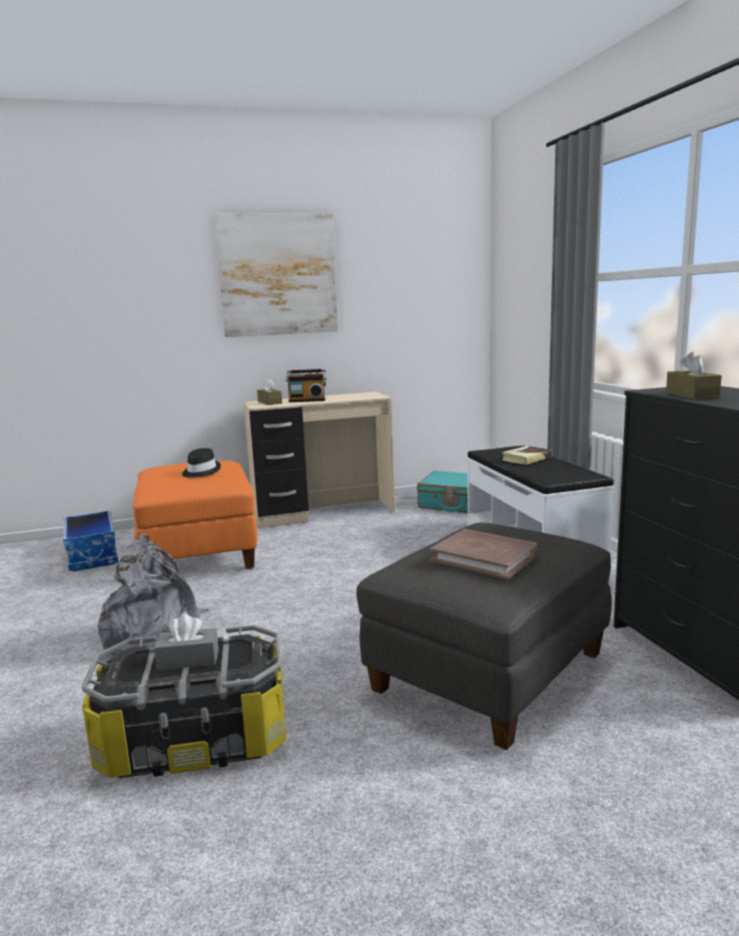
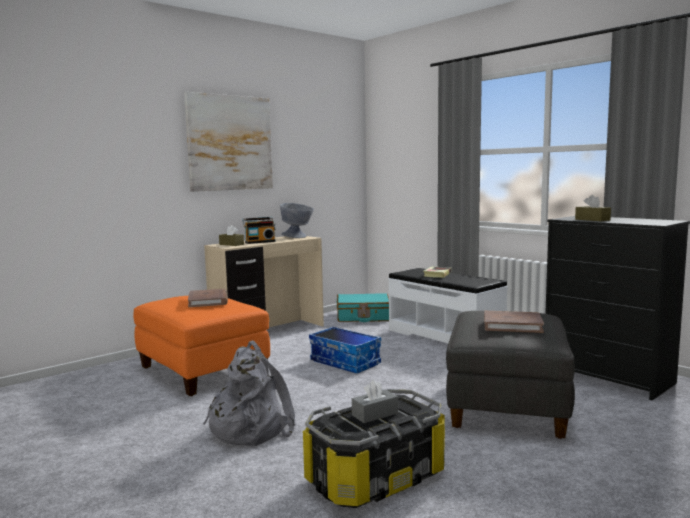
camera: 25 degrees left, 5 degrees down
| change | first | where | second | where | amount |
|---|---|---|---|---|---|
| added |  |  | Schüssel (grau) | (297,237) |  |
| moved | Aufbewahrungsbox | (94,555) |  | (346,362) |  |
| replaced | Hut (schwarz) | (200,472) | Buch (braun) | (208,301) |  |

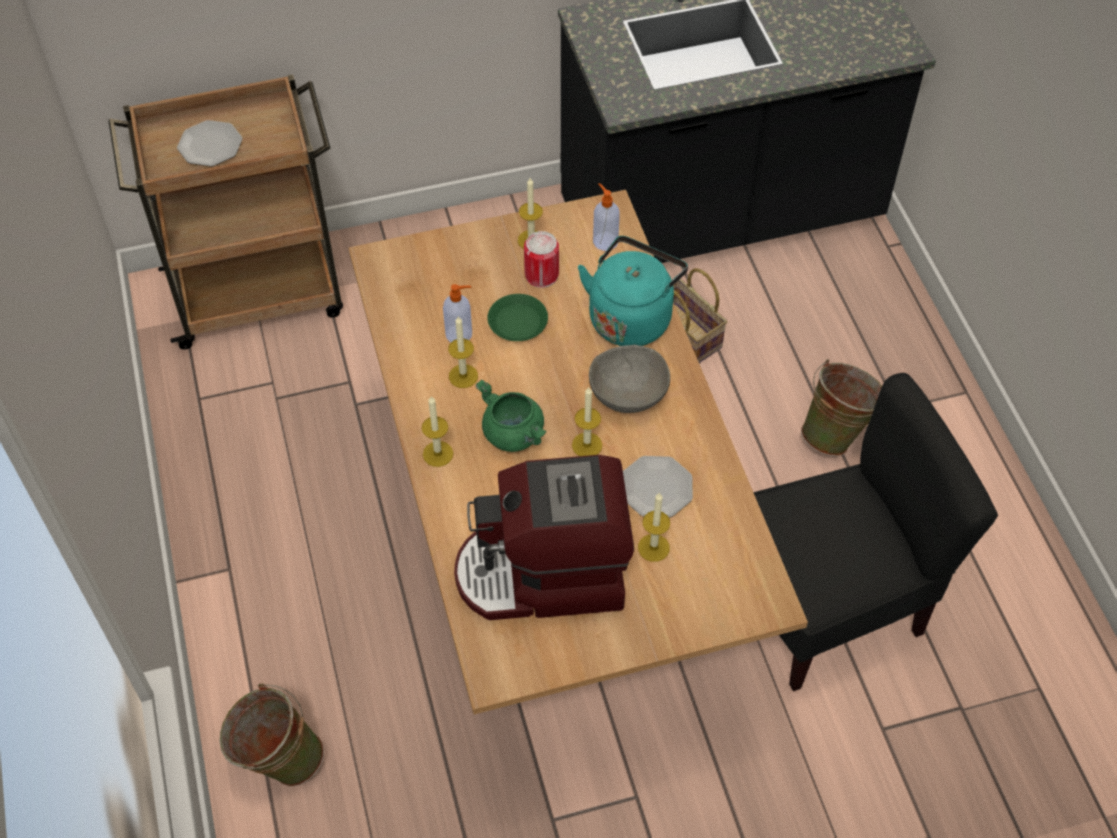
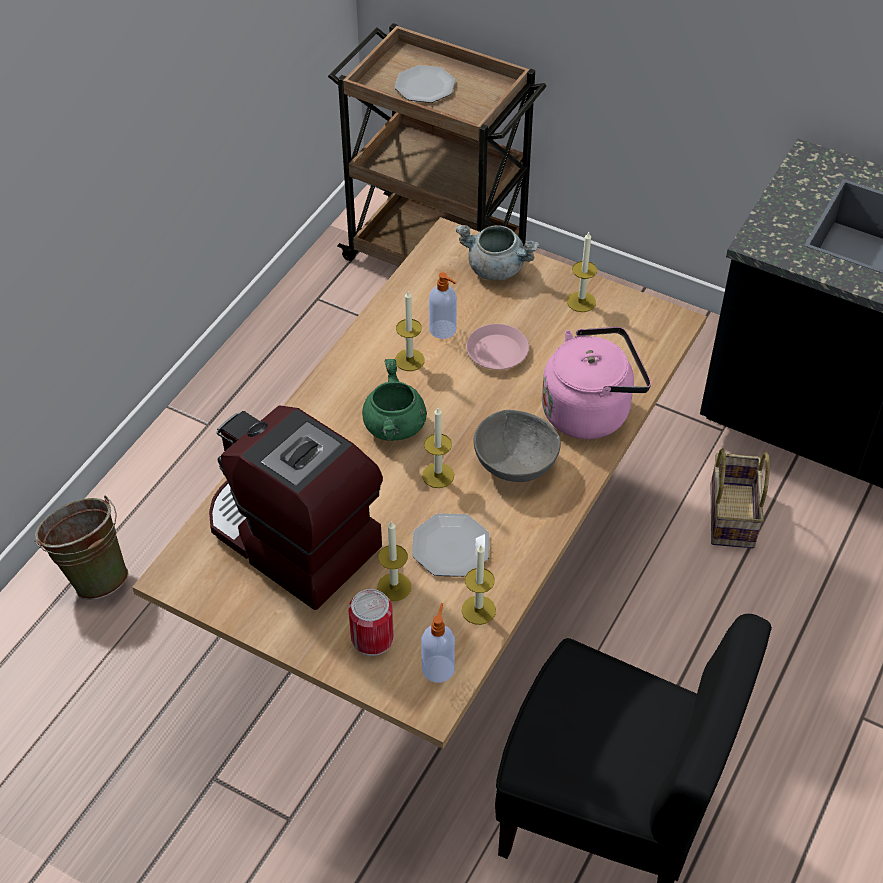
camera: 45 degrees right, 5 degrees down
| change | first | where | second | where | amount |
|---|---|---|---|---|---|
| removed | Eimer (grün) | (836,434) |  |  |  |
| added |  |  | Kochtopf (grau) | (496,268) |  |
| moved | Kerze | (438,454) |  | (478,610) |  |
| moved | Dose | (541,275) |  | (372,638) |  |
| moved | Seifenspender | (604,241) |  | (438,667) |  |
| recoloured | Teller (grün) | (518,322) | Teller (rosa) | (497,352) |  |
| recoloured | Wasserkessel (türkis) | (631,316) | Wasserkessel (rosa) | (590,410) |  |

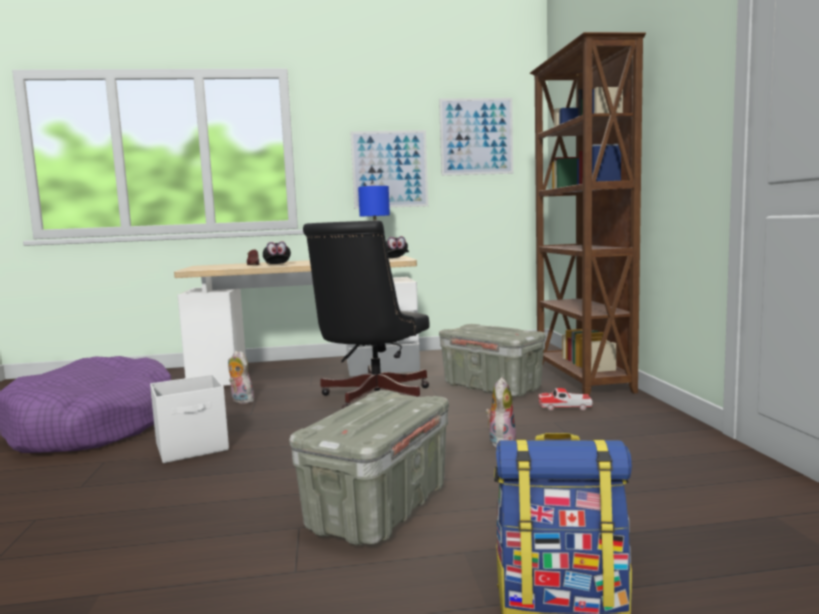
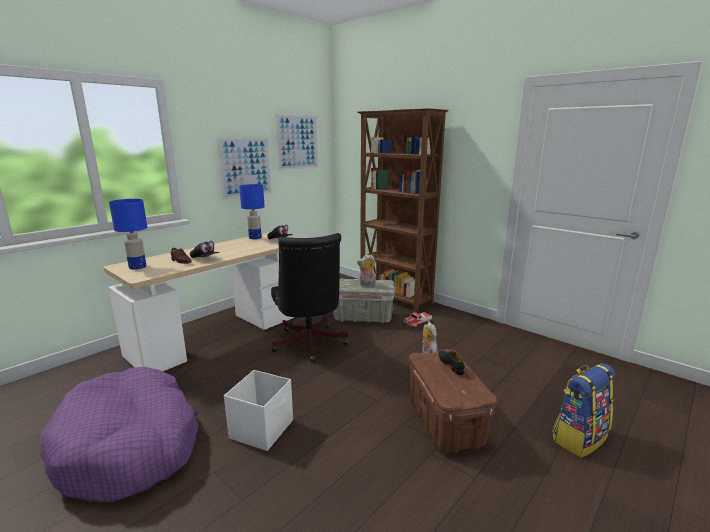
camera: 40 degrees left, 10 degrees up
| change | first | where | second | where | amount |
|---|---|---|---|---|---|
| added |  |  | Tischlampe (blau) | (138,267) |  |
| added |  |  | Schuh (schwarz) | (450,365) |  |
| moved | Plüschtier | (240,401) |  | (367,285) |  |
| recoloured | Aufbewahrungsbox (grau) | (379,509) | Aufbewahrungsbox (braun) | (446,422) |  |

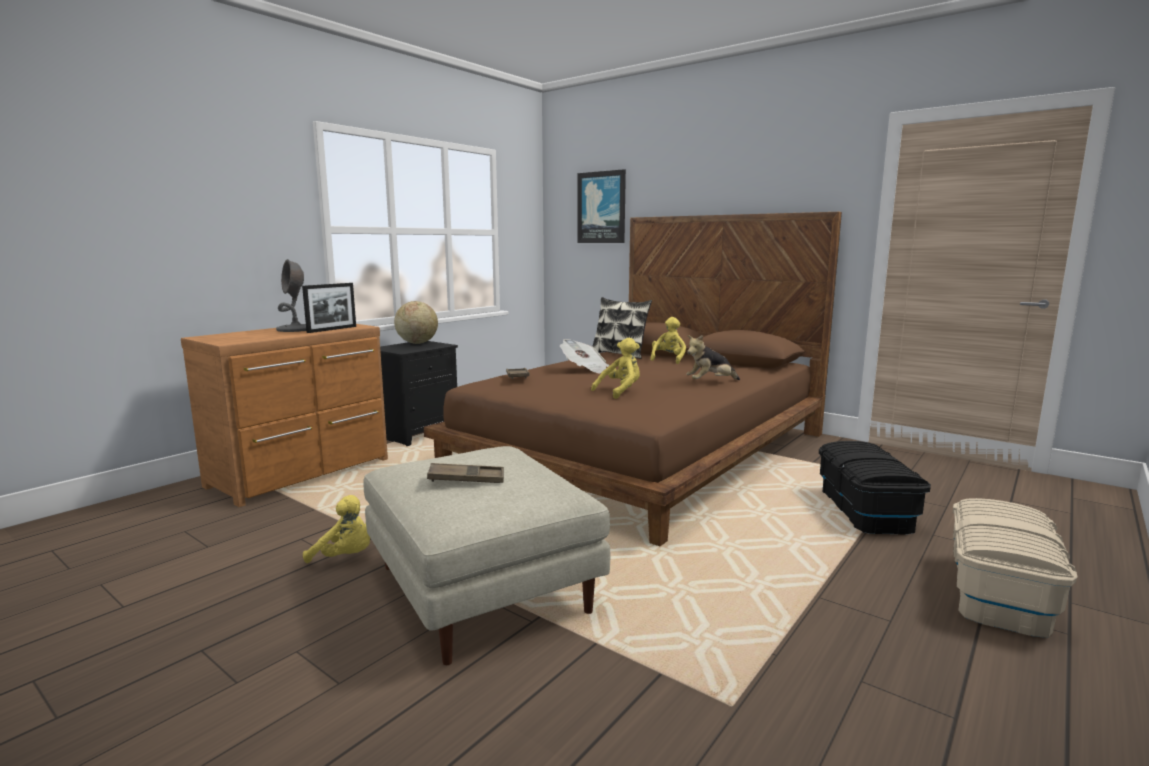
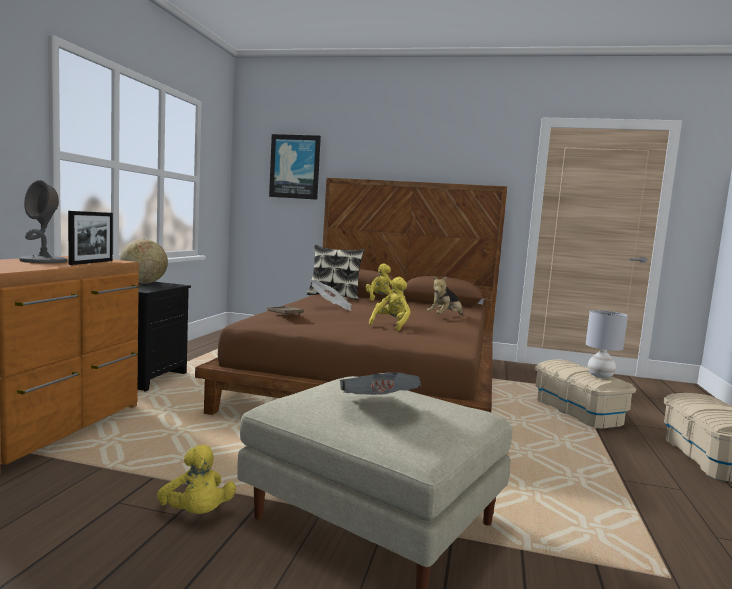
camera: 25 degrees left, 5 degrees down
| change | first | where | second | where | amount |
|---|---|---|---|---|---|
| added |  |  | Tischlampe (grau) | (599,376) |  |
| replaced | Tablett (braun) | (466,479) | Zeitung | (378,407) |  |
| recoloured | Aufbewahrungsbox (schwarz) | (864,510) | Aufbewahrungsbox (beige) | (577,412) |  |
| turned | Plüschtier (gelb) | (346,557) |  | (197,514) | 60 degrees clockwise |

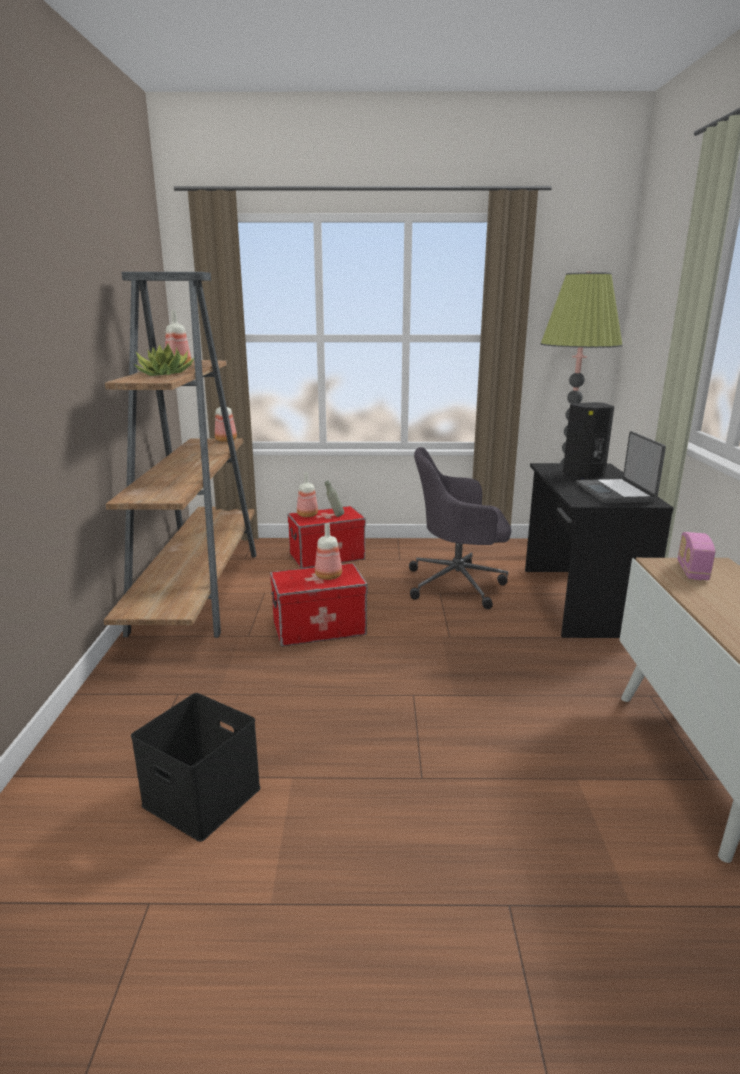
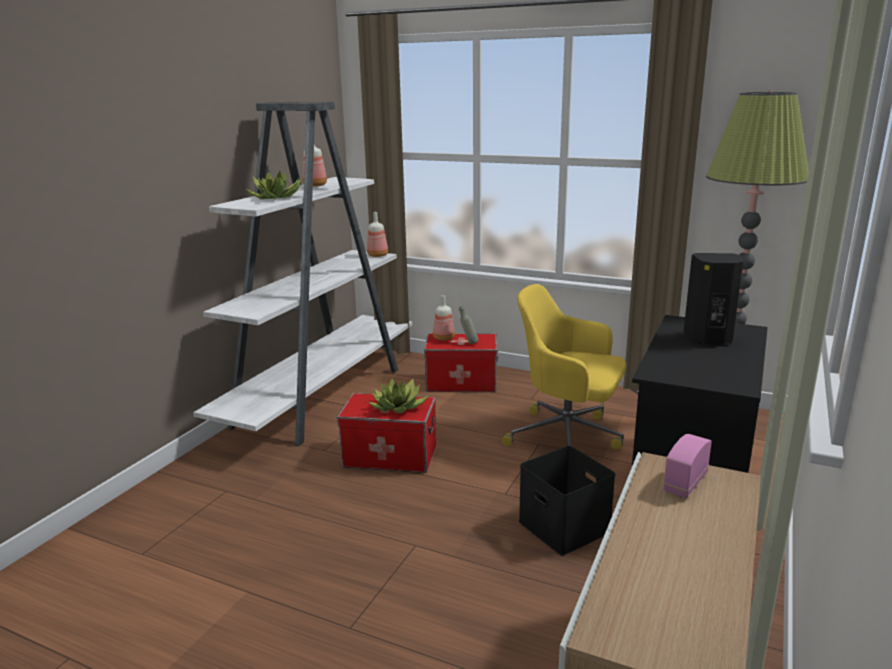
camera: 25 degrees right, 0 degrees up
| change | first | where | second | where | amount |
|---|---|---|---|---|---|
| removed | Laptop | (616,493) |  |  |  |
| moved | Aufbewahrungsbox (schwarz) | (205,796) |  | (566,526) |  |
| replaced | Flasche | (329,576) | Topfpflanze | (399,407) |  |
| recoloured | Bücherregal (braun) | (199,589) | Bücherregal (weiß) | (321,396) |  |
| recoloured | Bürostuhl (grau) | (458,584) | Bürostuhl (gelb) | (567,438) |  |

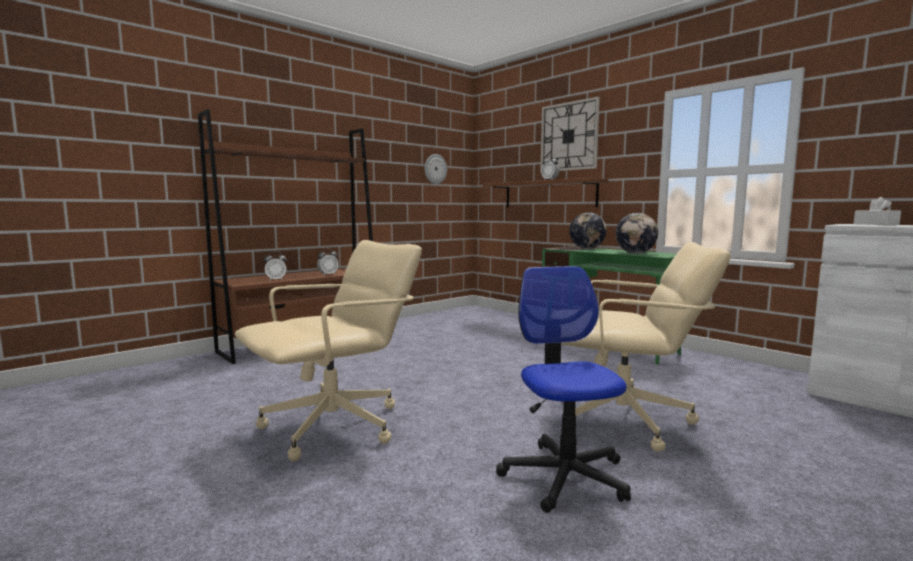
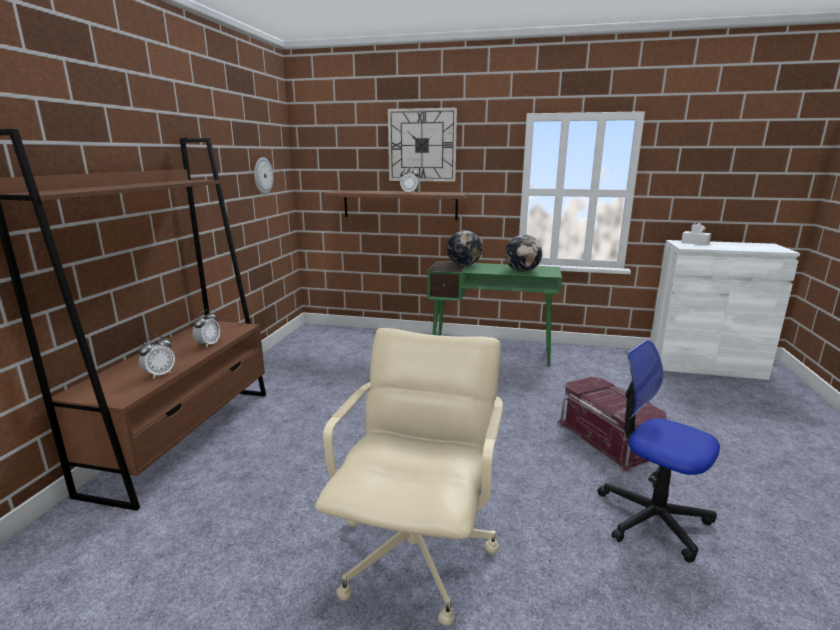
camera: 35 degrees left, 10 degrees up
| change | first | where | second | where | amount |
|---|---|---|---|---|---|
| replaced | Bürostuhl (beige) | (624,421) | Aufbewahrungsbox (rot) | (608,439) |  |

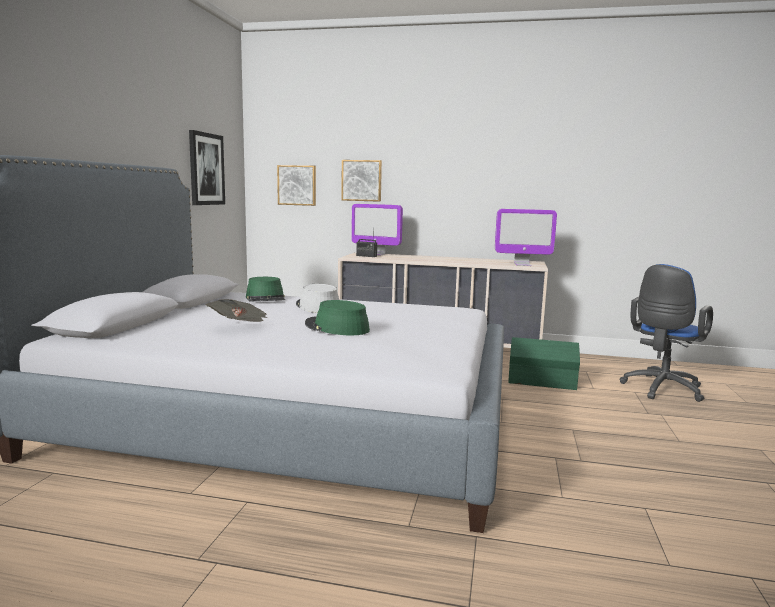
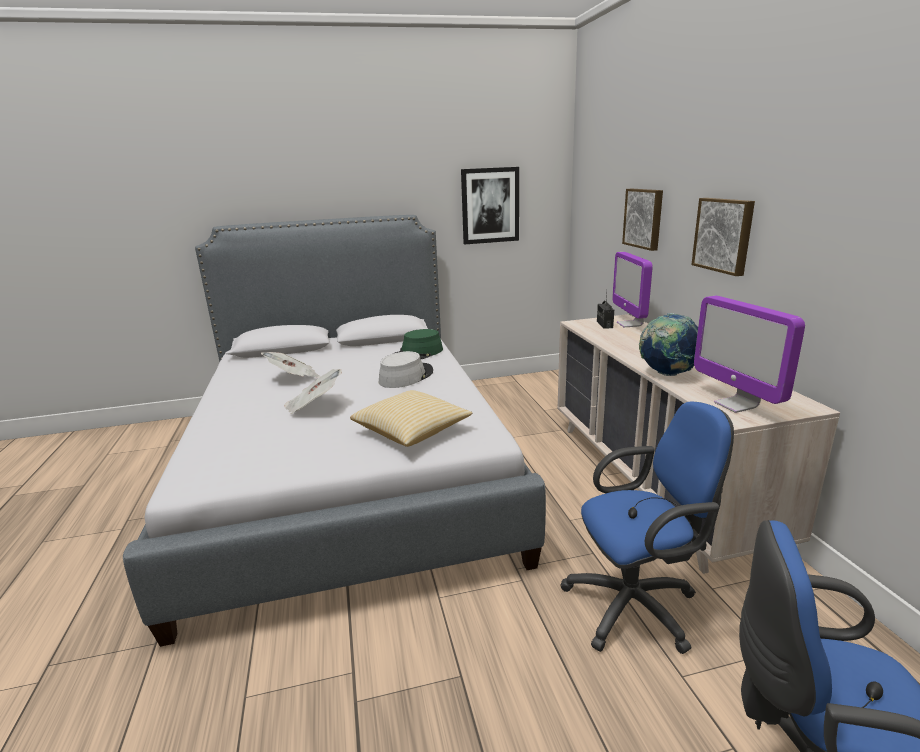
camera: 65 degrees right, 10 degrees up
| change | first | where | second | where | amount |
|---|---|---|---|---|---|
| added |  |  | Kissen | (412,431) |  |
| added |  |  | Globus | (667,374) |  |
| moved | Bild | (297,185) |  | (724,235) |  |
| replaced | Hut (grün) | (336,327) | Zeitung | (314,406) |  |
| replaced | Aufbewahrungsbox (grün) | (542,382) | Bürostuhl (blau) | (637,605) |  |

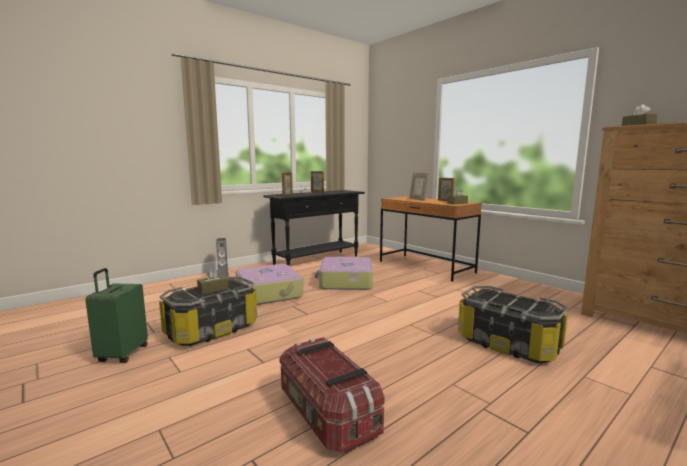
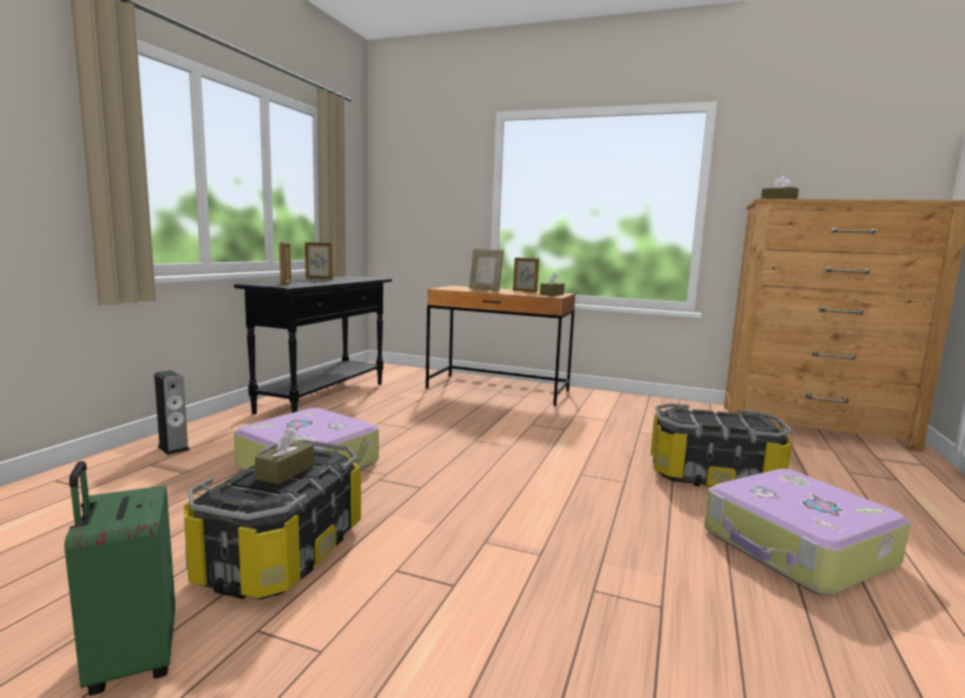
camera: 30 degrees left, 0 degrees up
| change | first | where | second | where | amount |
|---|---|---|---|---|---|
| removed | Aufbewahrungsbox | (326,414) |  |  |  |
| moved | Koffer | (345,282) |  | (797,548) |  |

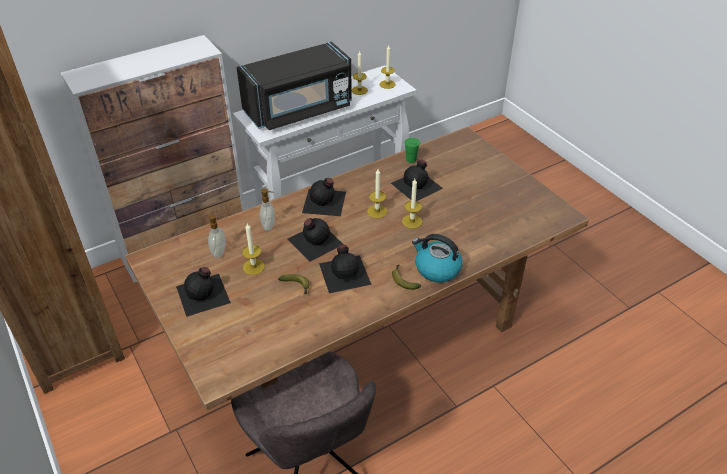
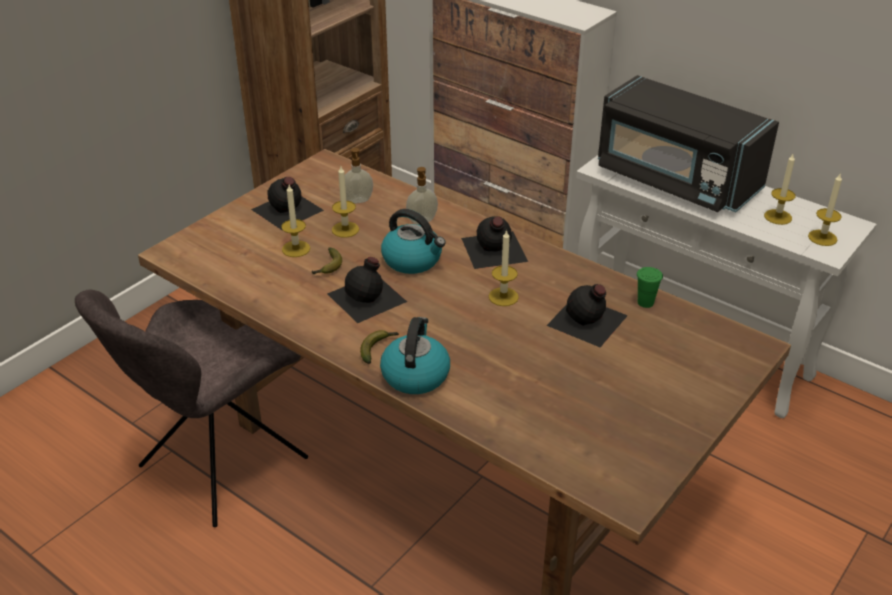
camera: 70 degrees right, 5 degrees down
| change | first | where | second | where | amount |
|---|---|---|---|---|---|
| moved | Kerze | (412,221) |  | (296,249) |  |
| replaced | Flasche (schwarz) | (314,241) | Wasserkessel | (413,260) |  |

